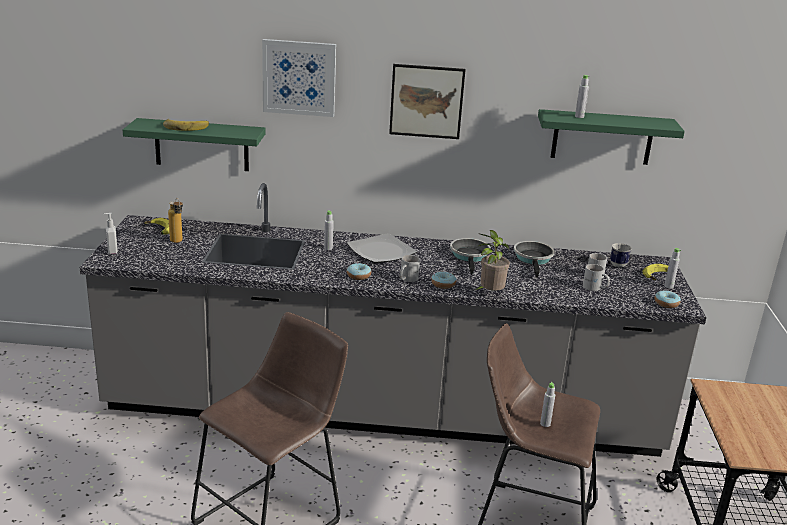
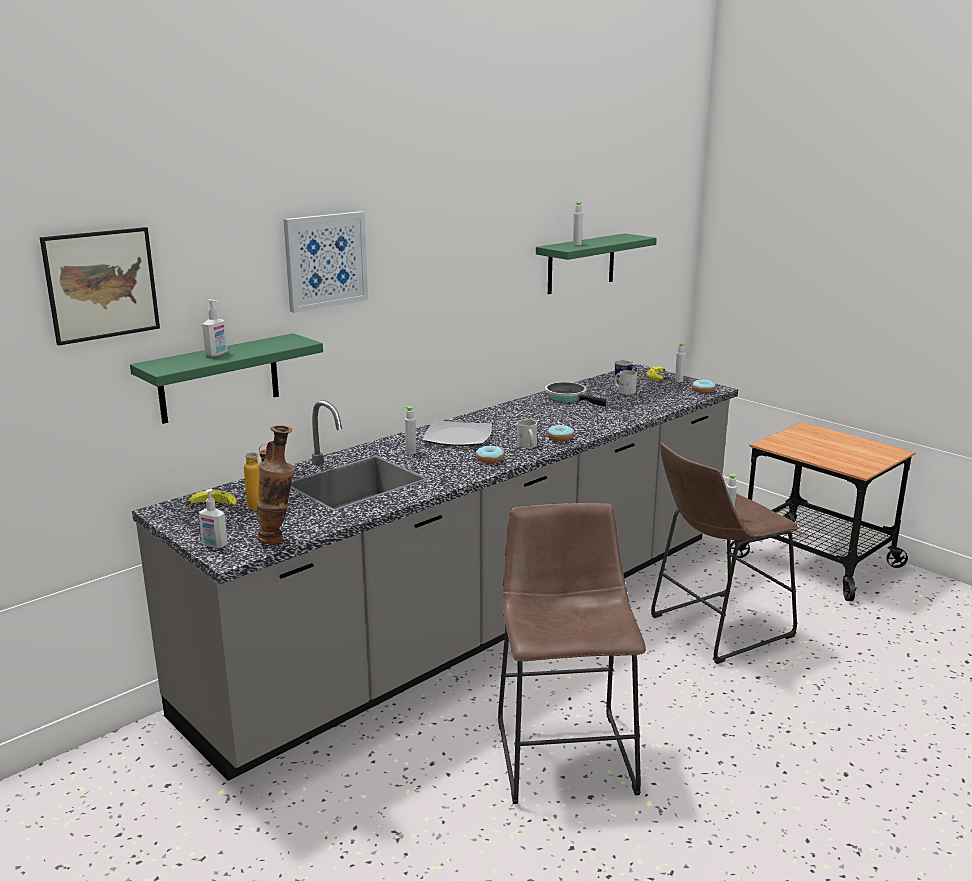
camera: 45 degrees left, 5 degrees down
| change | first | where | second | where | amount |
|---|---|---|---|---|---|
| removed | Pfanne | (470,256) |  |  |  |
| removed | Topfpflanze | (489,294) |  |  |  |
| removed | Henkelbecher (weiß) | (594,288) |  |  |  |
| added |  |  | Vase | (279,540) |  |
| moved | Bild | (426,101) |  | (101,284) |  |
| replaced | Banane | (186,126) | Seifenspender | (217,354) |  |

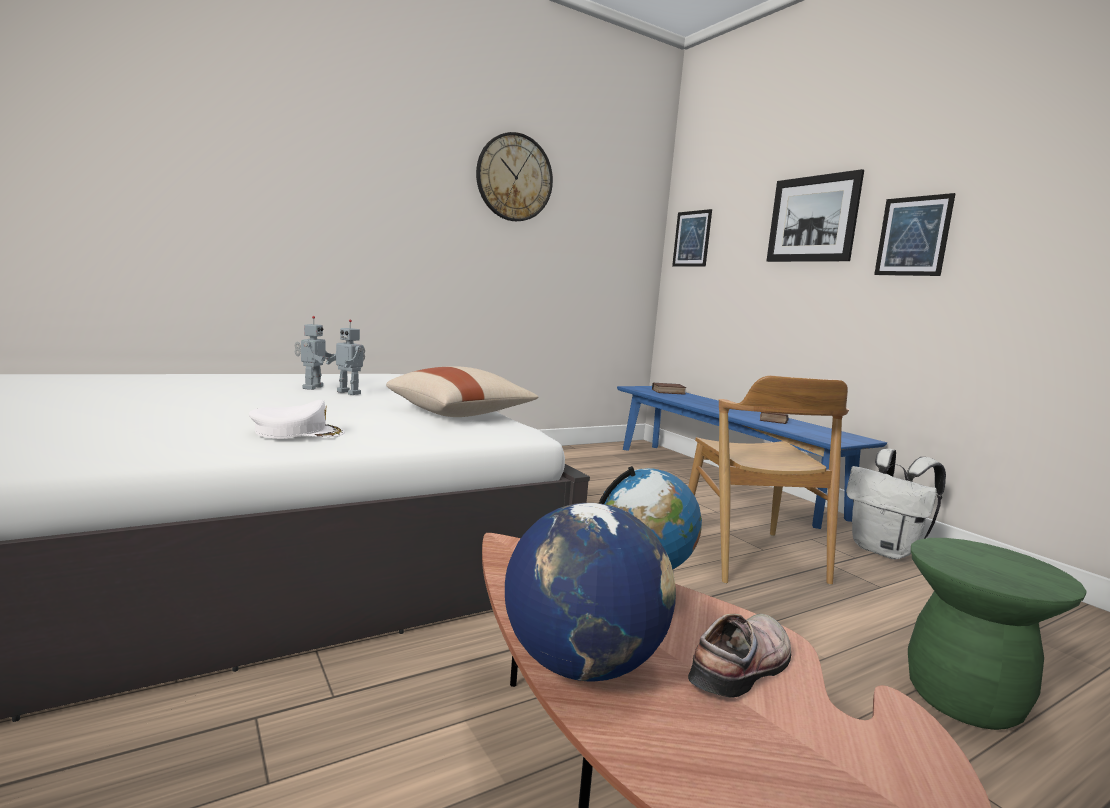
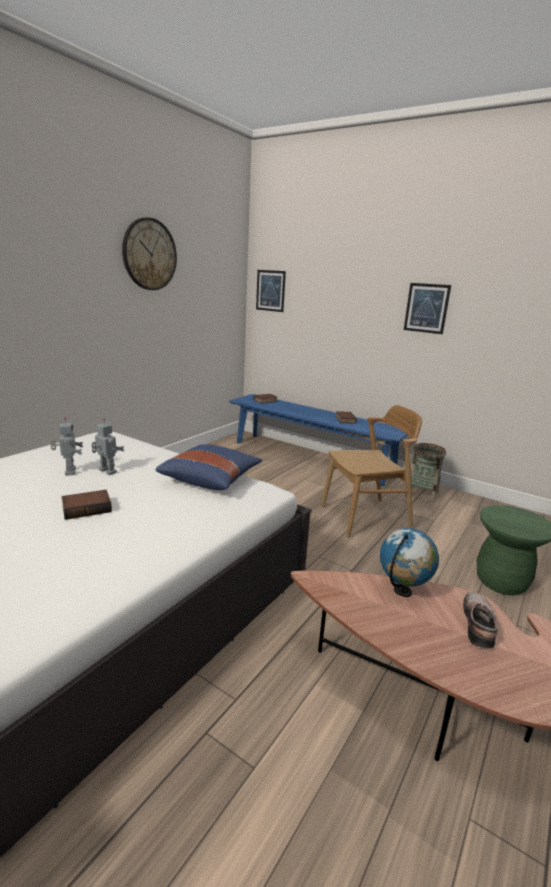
camera: 25 degrees left, 10 degrees up
| change | first | where | second | where | amount |
|---|---|---|---|---|---|
| removed | Kappe (weiß) | (297,432) |  |  |  |
| removed | Globus | (583,665) |  |  |  |
| removed | Bild | (812,219) |  |  |  |
| added |  |  | Buch | (87,508) |  |
| replaced | Rucksack (weiß) | (885,551) | Korb | (421,494) |  |
| recoloured | Kissen (beige) | (461,413) | Kissen (blau) | (211,479) |  |
| turned | Spielzeugroboter | (350,393) |  | (106,472) | 150 degrees counterclockwise |
| turned | Stuhl (braun) | (750,556) |  | (365,518) | 75 degrees counterclockwise |

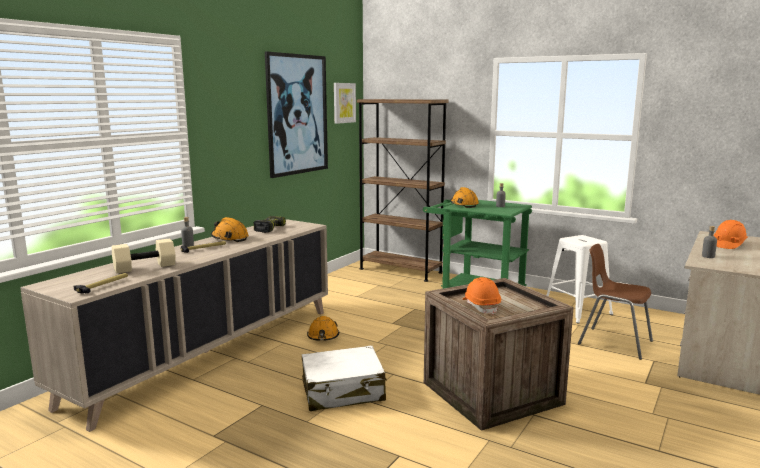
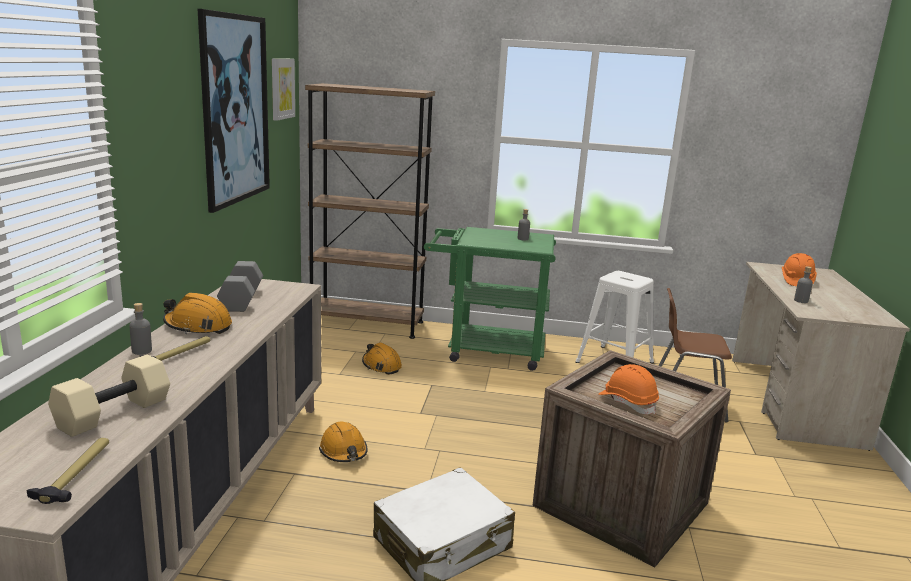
camera: 25 degrees left, 5 degrees up
| change | first | where | second | where | amount |
|---|---|---|---|---|---|
| moved | Schutzhelm (orange) | (464,204) |  | (381,366) |  |
| replaced | Bohrmaschine | (269,229) | Hantel (grau) | (242,300) |  |

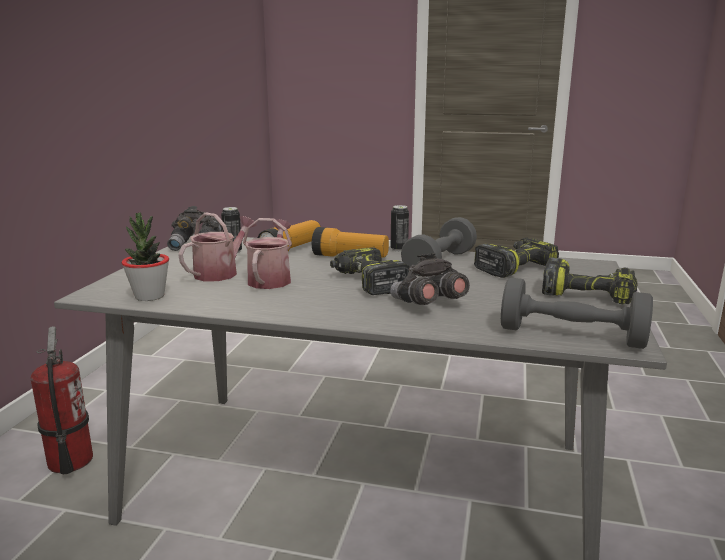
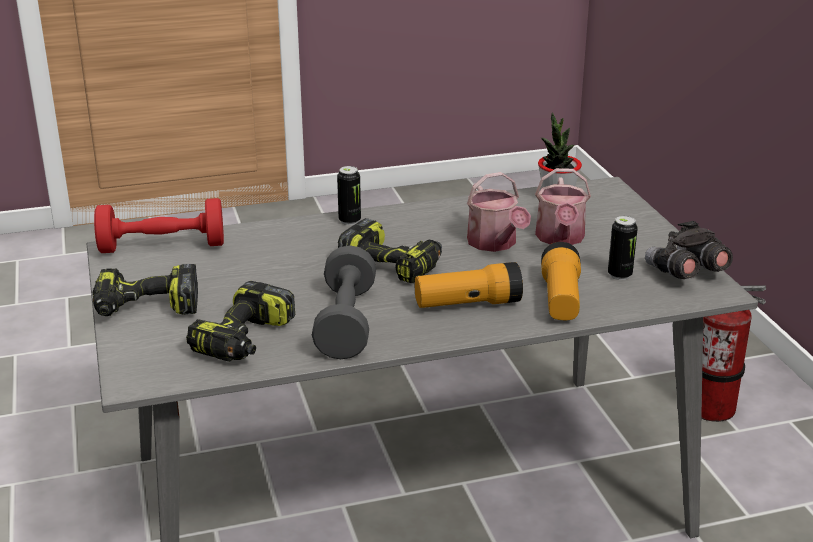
camera: 150 degrees right, 10 degrees up
| change | first | where | second | where | amount |
|---|---|---|---|---|---|
| removed | Fernglas (grau) | (427,304) |  |  |  |
| moved | Dose | (399,249) |  | (349,221) |  |
| recoloured | Hantel (grau) | (571,336) | Hantel (rot) | (162,246) |  |

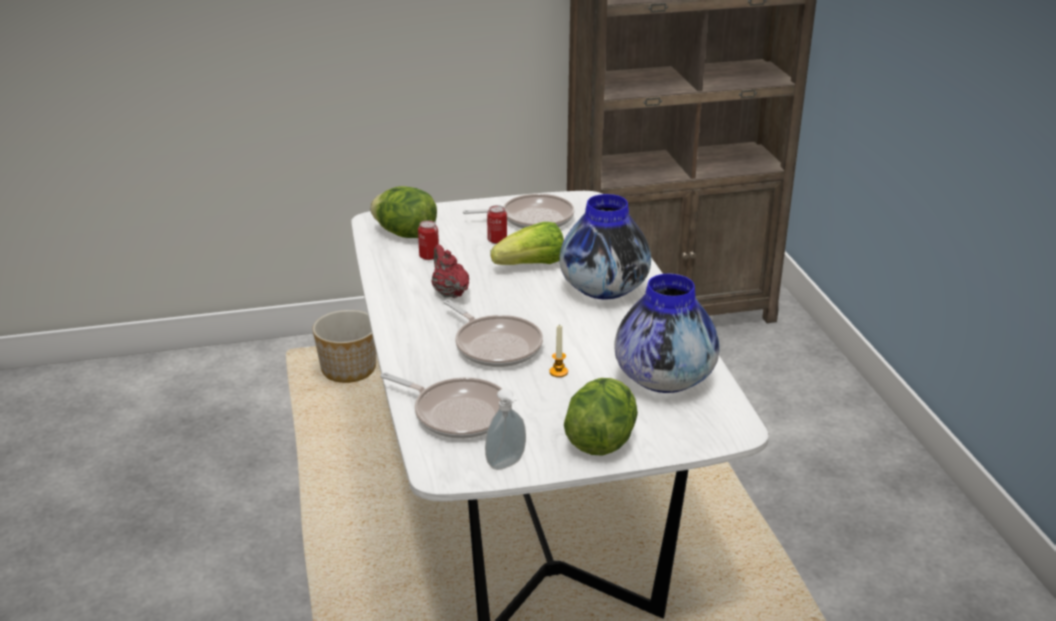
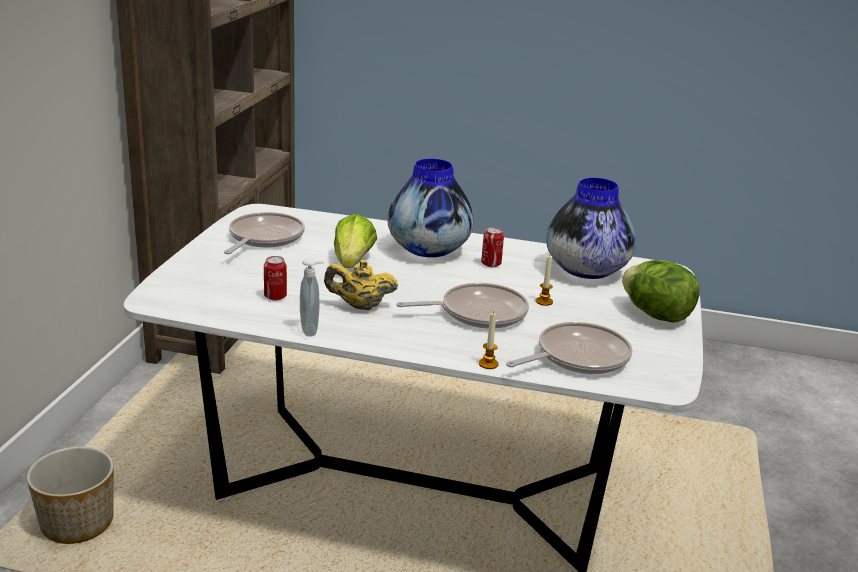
camera: 65 degrees left, 5 degrees down
| change | first | where | second | where | amount |
|---|---|---|---|---|---|
| removed | Salatkopf | (405,234) |  |  |  |
| added |  |  | Kerze | (488,364) |  |
| moved | Seifenspender | (507,464) |  | (311,330) |  |
| moved | Dose | (497,240) |  | (491,264) |  |
| recoloured | Teekanne (rot) | (449,292) | Teekanne (gelb) | (360,306) |  |

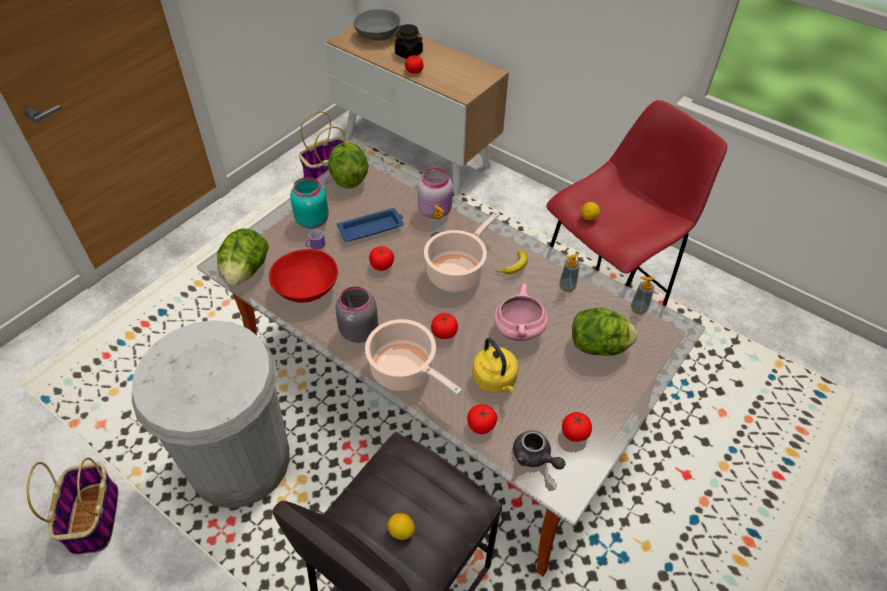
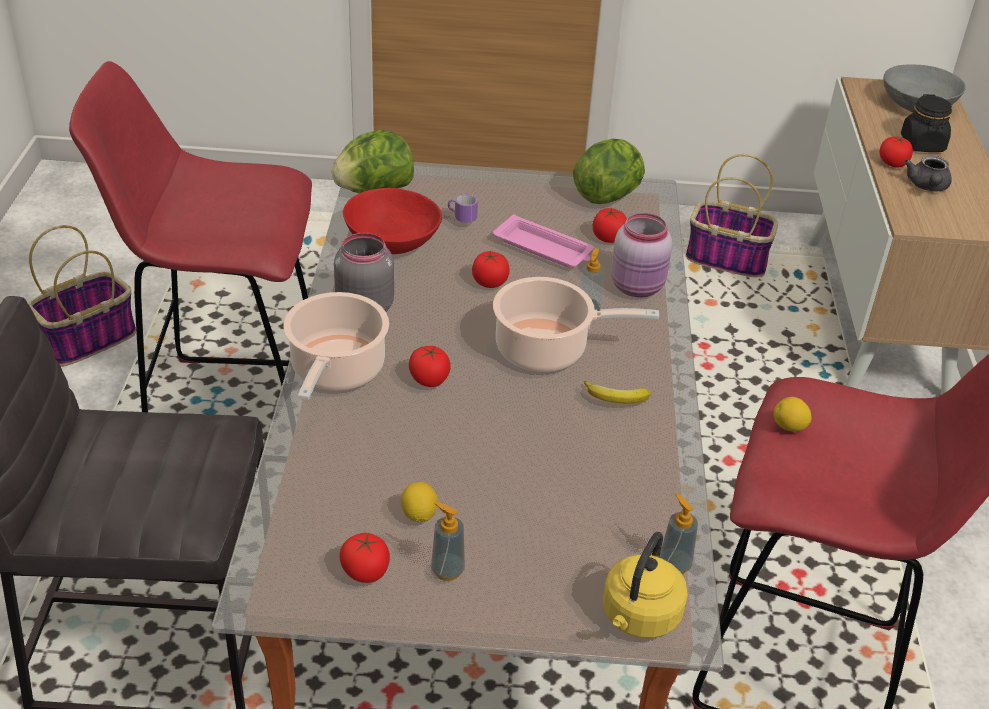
camera: 55 degrees right, 10 degrees down
| change | first | where | second | where | amount |
|---|---|---|---|---|---|
| removed | Vorratsglas (türkis) | (313,220) |  |  |  |
| removed | Kochtopf (rosa) | (518,330) |  |  |  |
| removed | Salatkopf | (599,346) |  |  |  |
| moved | Zitrone | (401,531) |  | (419,514) |  |
| moved | Tomate | (481,425) |  | (608,238) |  |
| moved | Wasserkessel (gelb) | (495,380) |  | (639,617) |  |
| moved | Teekanne (grau) | (535,457) |  | (927,187) |  |
| moved | Seifenspender | (567,286) |  | (447,570) |  |
| replaced | Mülleimer (weiß) | (240,462) | Hocker (rot) | (229,409) |  |
| recoloured | Tablett (blau) | (372,228) | Tablett (rosa) | (544,248) |  |

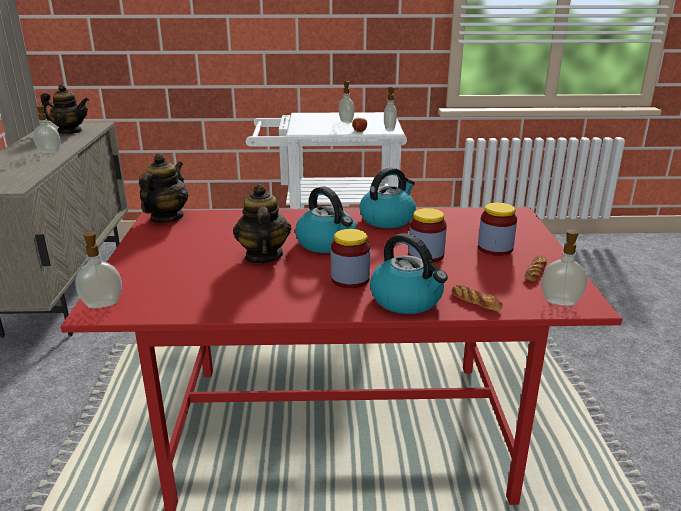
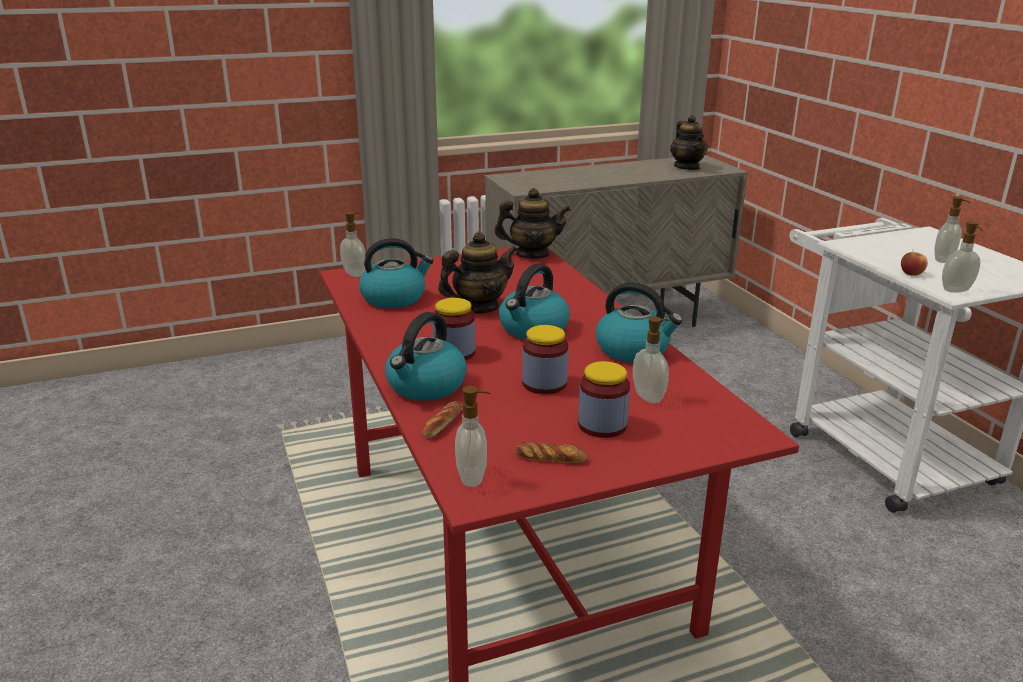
camera: 70 degrees right, 0 degrees up
| change | first | where | second | where | amount |
|---|---|---|---|---|---|
| added |  |  | Wasserkessel | (394,298) |  |
| moved | Seifenspender | (49,151) |  | (649,397) |  |

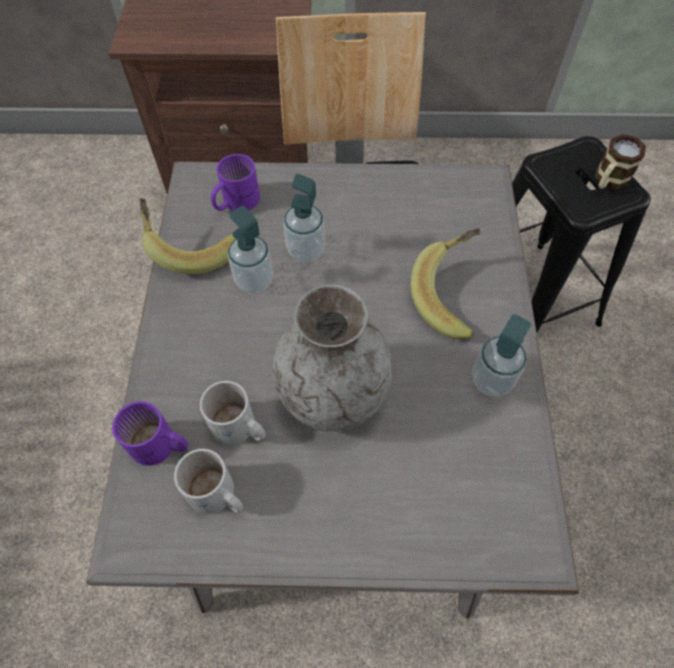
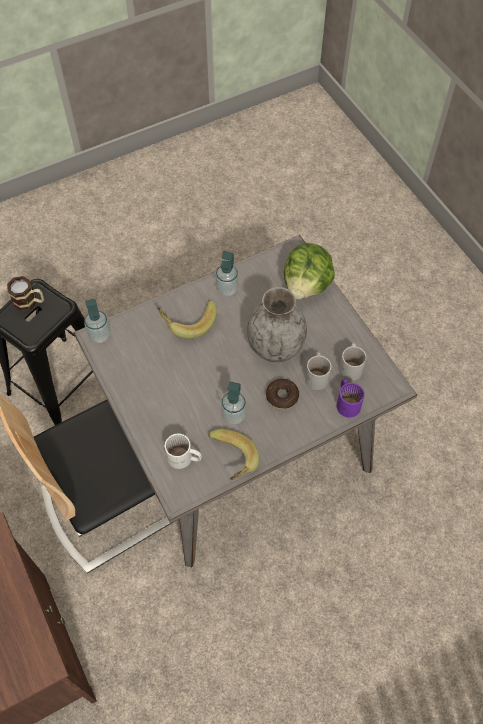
camera: 120 degrees left, 0 degrees up
| change | first | where | second | where | amount |
|---|---|---|---|---|---|
| added |  |  | Donut | (282,397) |  |
| added |  |  | Salatkopf | (307,285) |  |
| moved | Seifenspender | (306,250) |  | (100,335) |  |
| recoloured | Henkelbecher (lila) | (235,201) | Henkelbecher (weiß) | (184,459) |  |

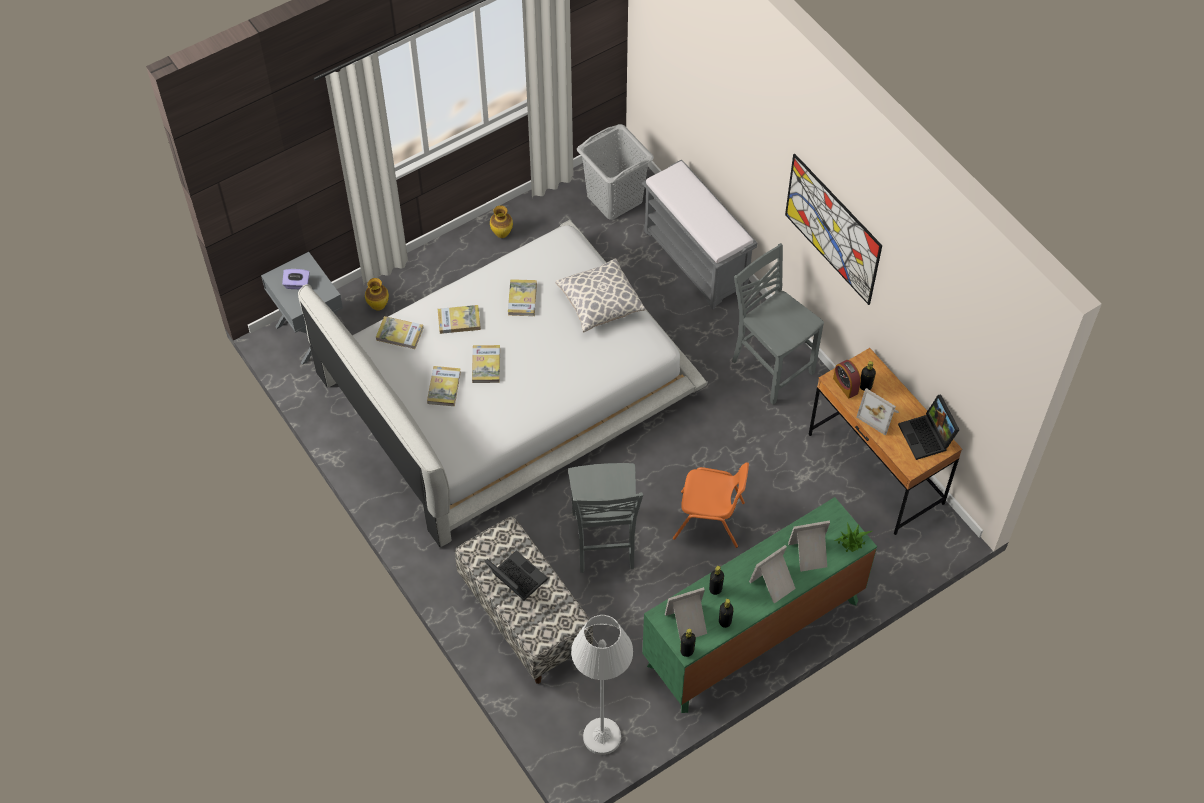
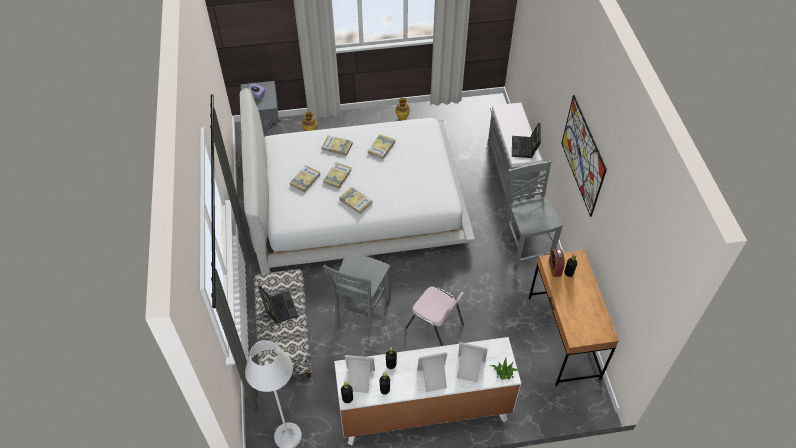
camera: 25 degrees right, 5 degrees down
| change | first | where | second | where | amount |
|---|---|---|---|---|---|
| removed | Kissen | (600,304) |  |  |  |
| removed | Wäschekorb (grau) | (614,198) |  |  |  |
| removed | Bilderrahmen | (880,415) |  |  |  |
| moved | Buch | (399,334) |  | (355,201) |  |
| moved | Laptop | (927,437) |  | (525,148) |  |
| recoloured | Kommode (grün) | (753,634) | Kommode (weiß) | (424,411) |  |
| recoloured | Stuhl (orange) | (710,520) | Stuhl (rosa) | (435,326) |  |

